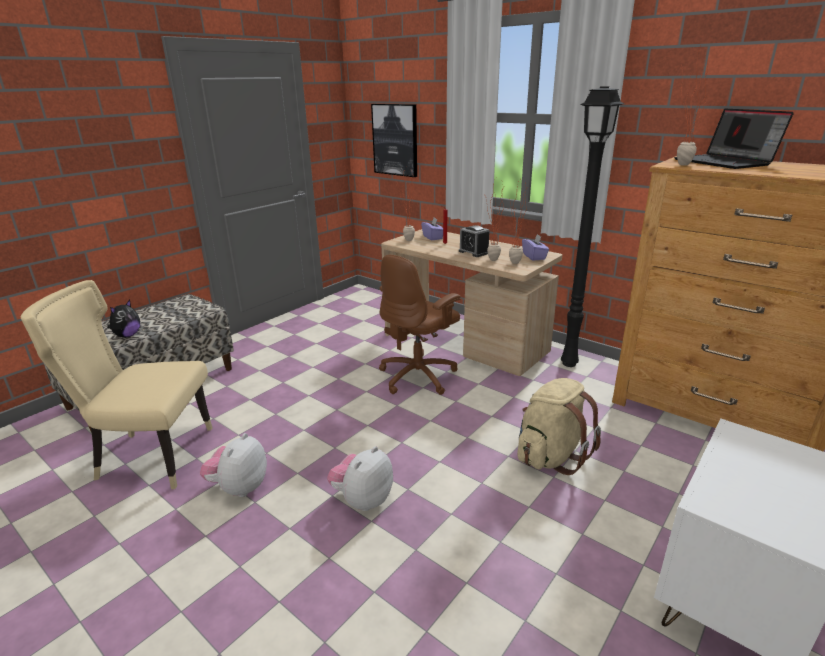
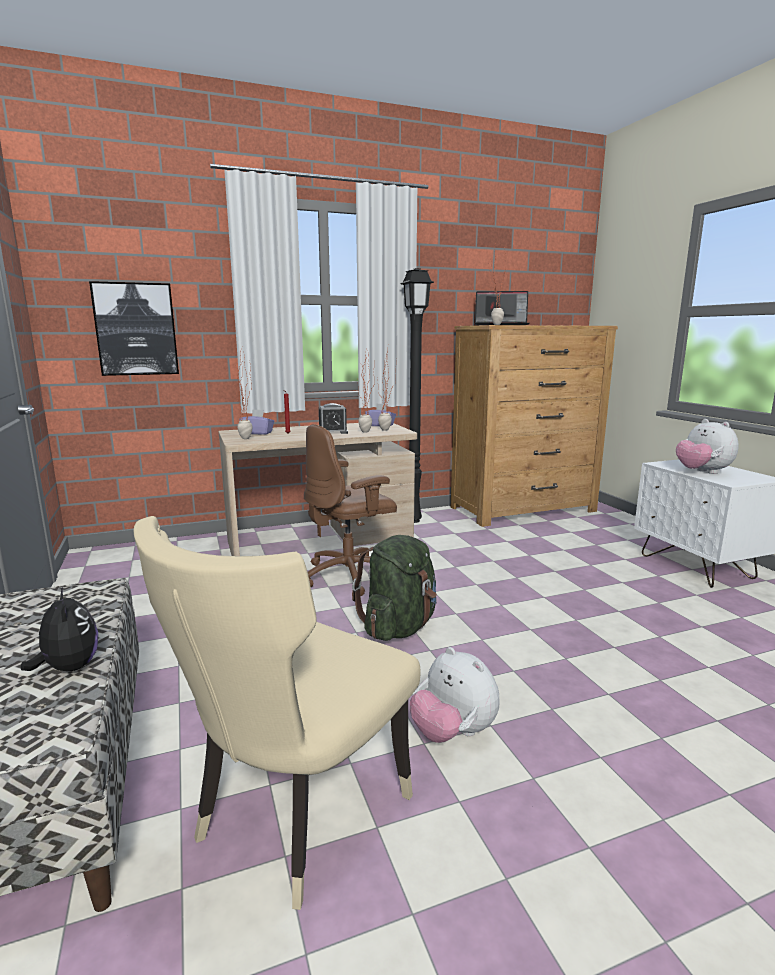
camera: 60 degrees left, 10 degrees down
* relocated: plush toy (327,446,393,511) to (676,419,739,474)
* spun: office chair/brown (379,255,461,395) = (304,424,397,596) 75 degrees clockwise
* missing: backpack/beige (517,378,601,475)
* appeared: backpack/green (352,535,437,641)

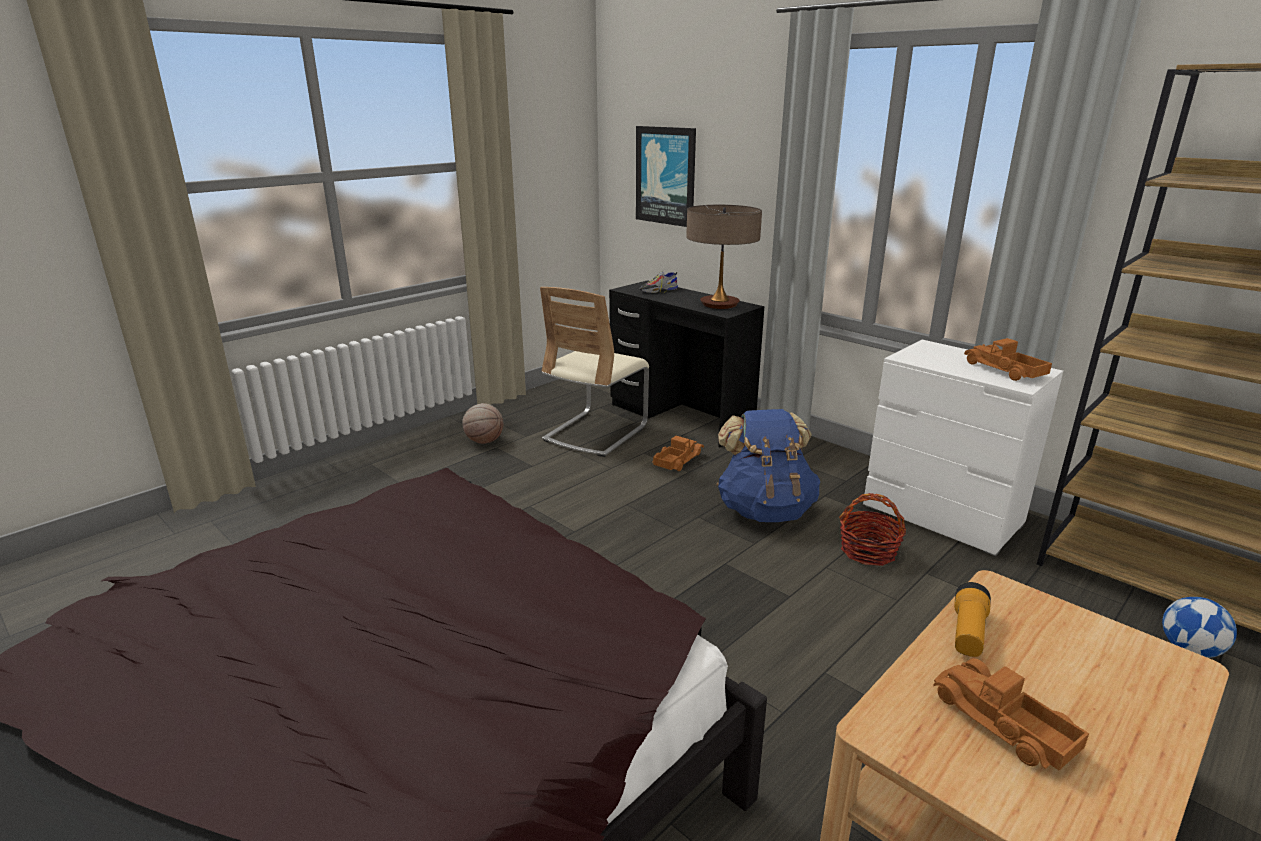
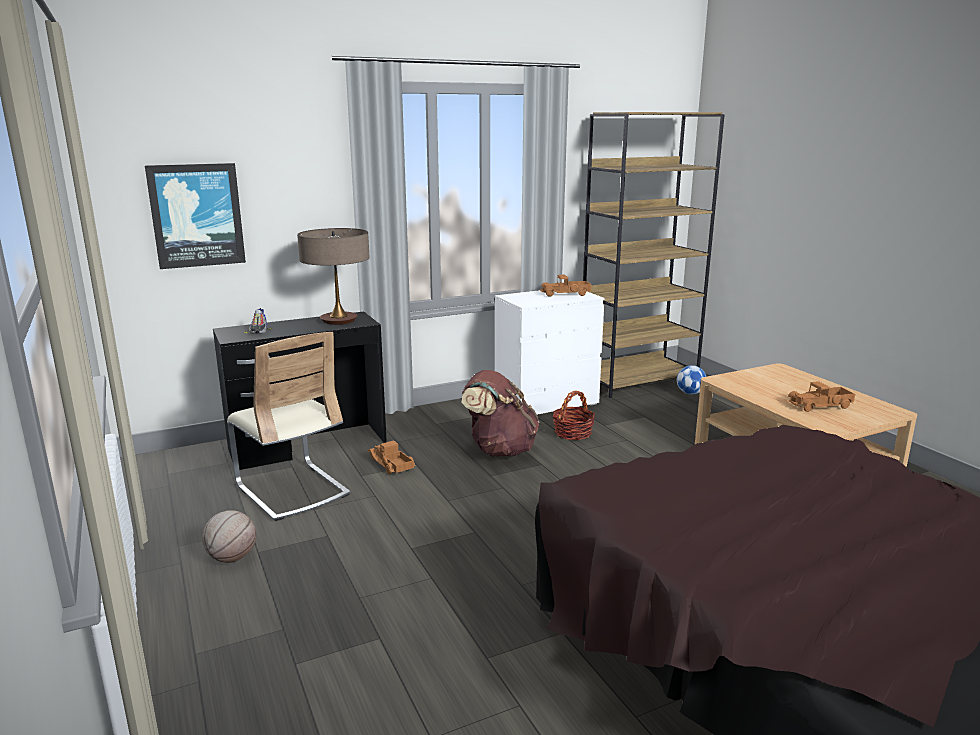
camera: 70 degrees left, 5 degrees down
* colour: backpack/blue (717,409,820,522) to backpack/brown (461,370,540,457)
* missing: flashlight (954,582,991,657)

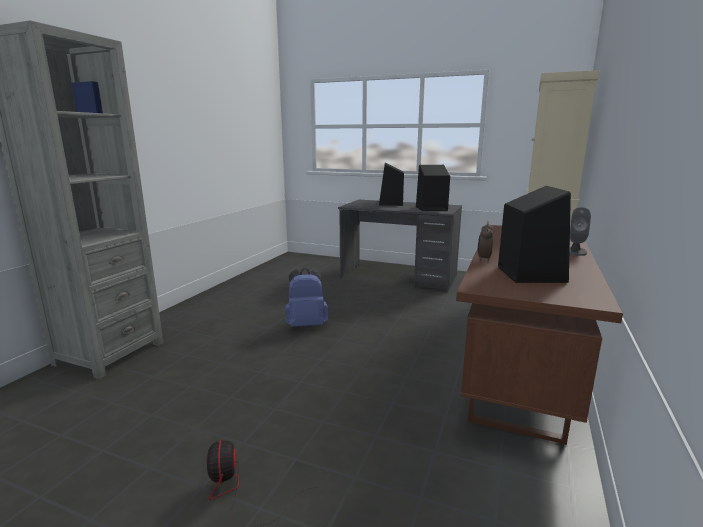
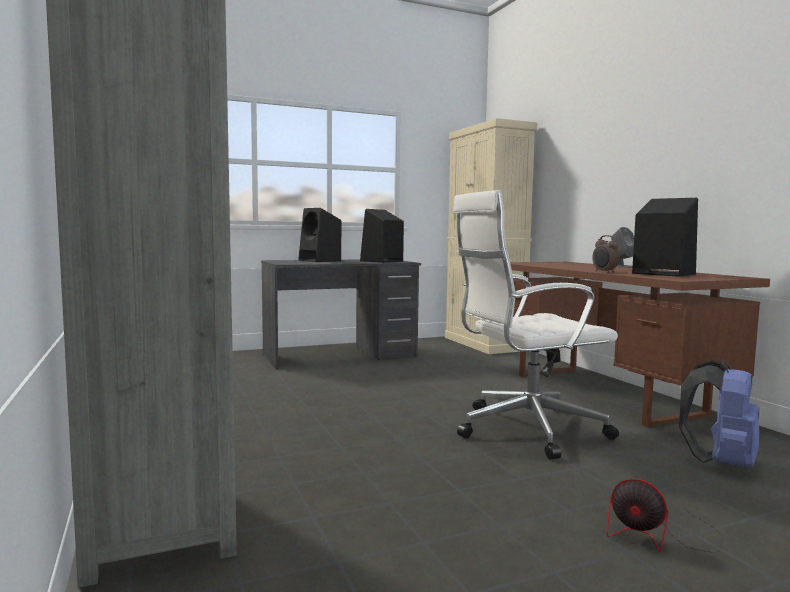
camera: 45 degrees left, 10 degrees down
* relocated: backpack/blue (285,268,328,327) to (679,360,760,469)
* appeared: office chair/white (452,190,619,460)

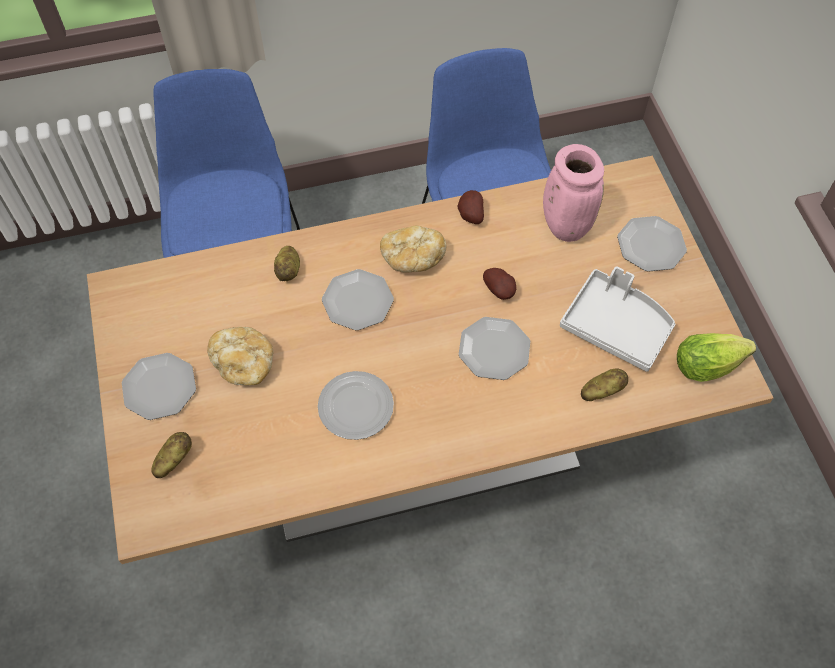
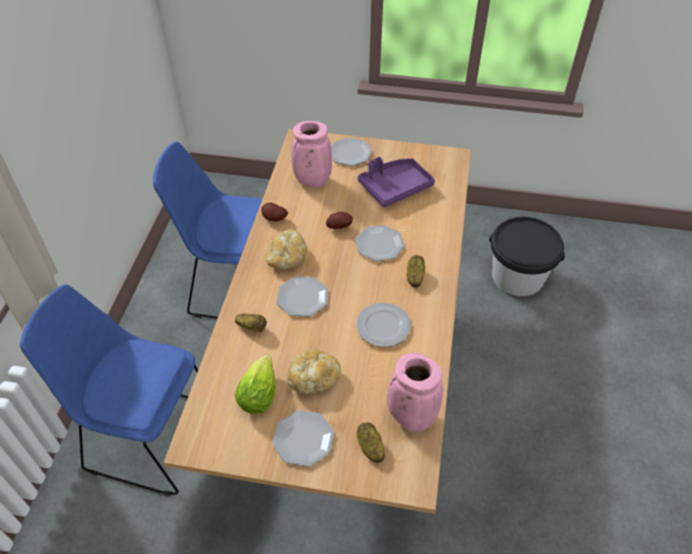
camera: 65 degrees left, 10 degrees down
* colour: tray/grey (560,267,675,372) to tray/purple (358,157,435,207)
* relocated: potato (581,369,628,401) to (407,255,425,288)
* relocated: lettuce (677,333,756,382) to (235,355,276,414)
* appeared: vase/pink (387,353,443,432)
* appeared: bucket/black (489,217,565,296)

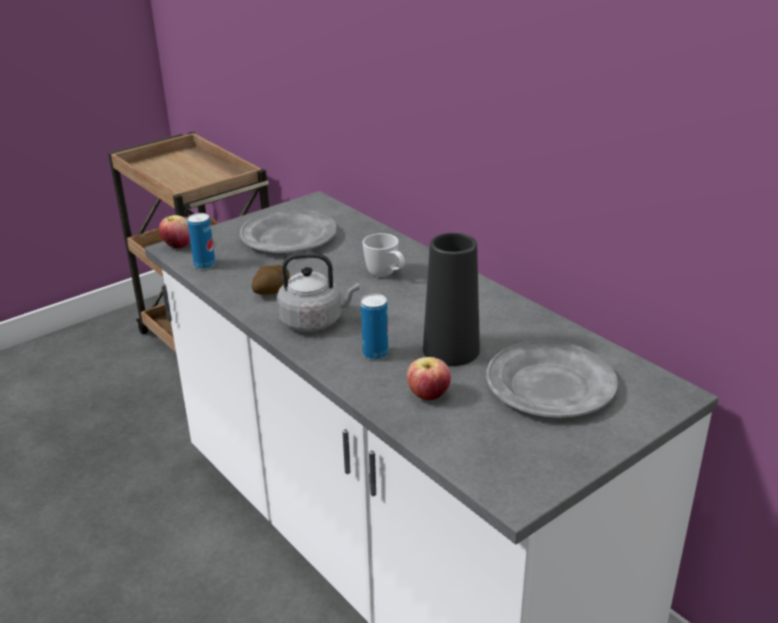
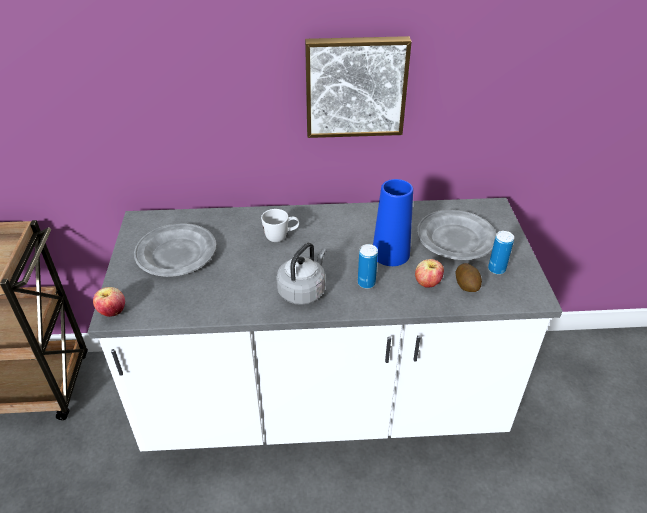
camera: 55 degrees left, 10 degrees up
* relocated: can (187,213,216,269) to (488,231,514,274)
* relocated: potato (252,265,290,295) to (456,263,482,292)
* colour: vase/black (423,233,480,366) to vase/blue (373,179,413,266)
* appeared: picture (305,36,412,138)

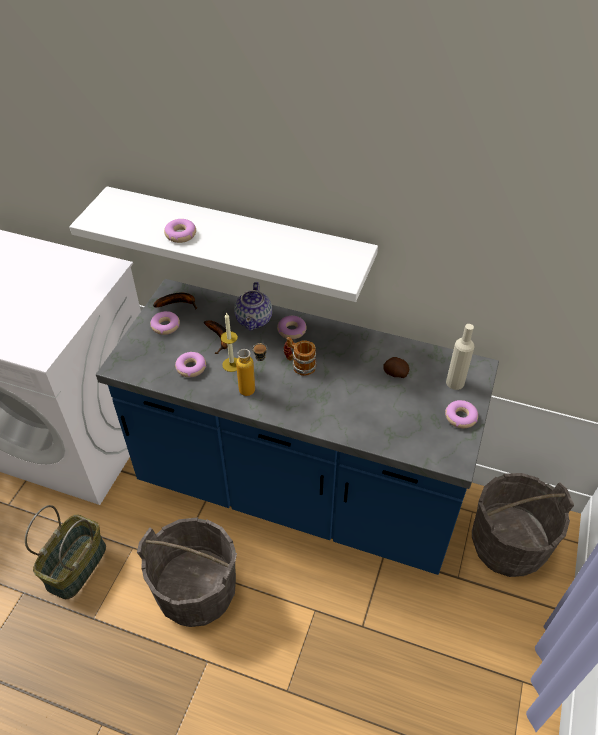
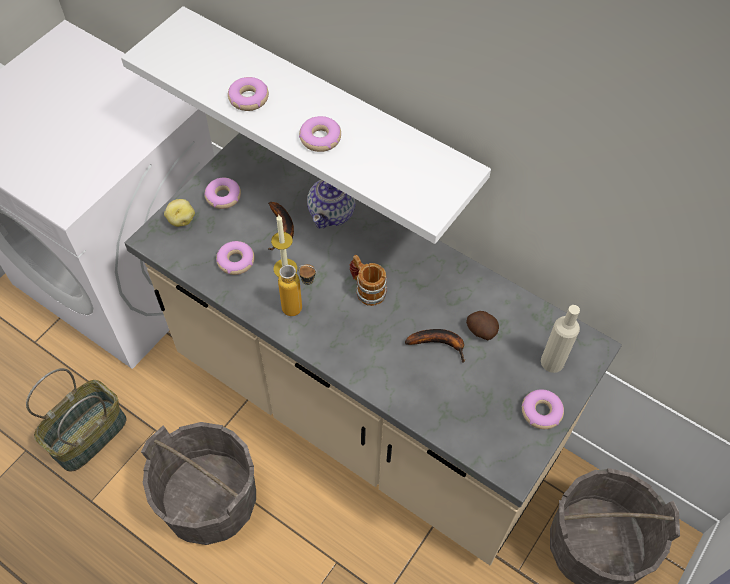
camera: 15 degrees right, 10 degrees up
* colour: counter/blue (96,279,499,575) to counter/beige (125,133,622,565)
* relocated: banana (153,293,197,310) to (405,329,465,362)
* relocated: donut (277,316,307,339) to (299,116,341,152)
* appeared: potato (164,199,195,227)

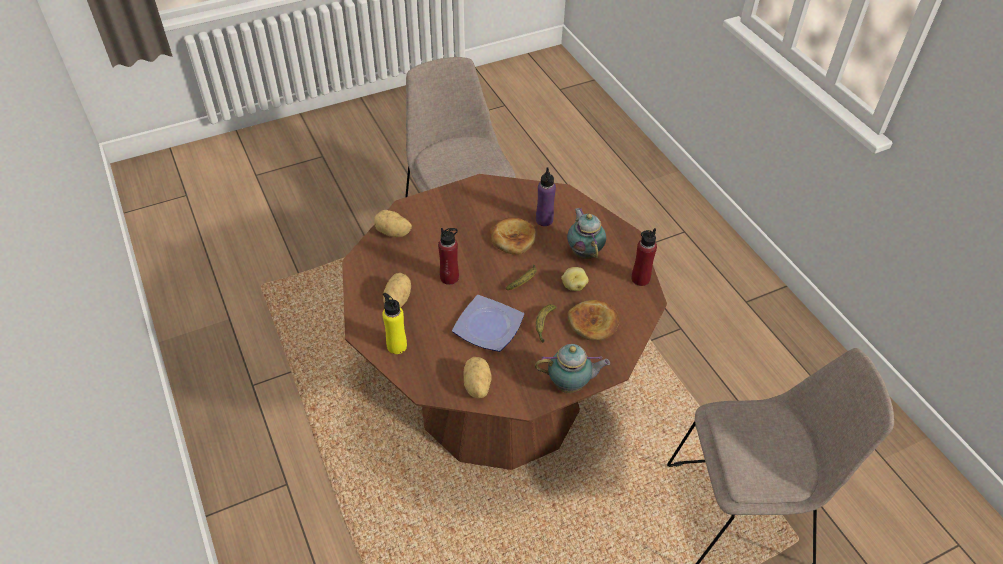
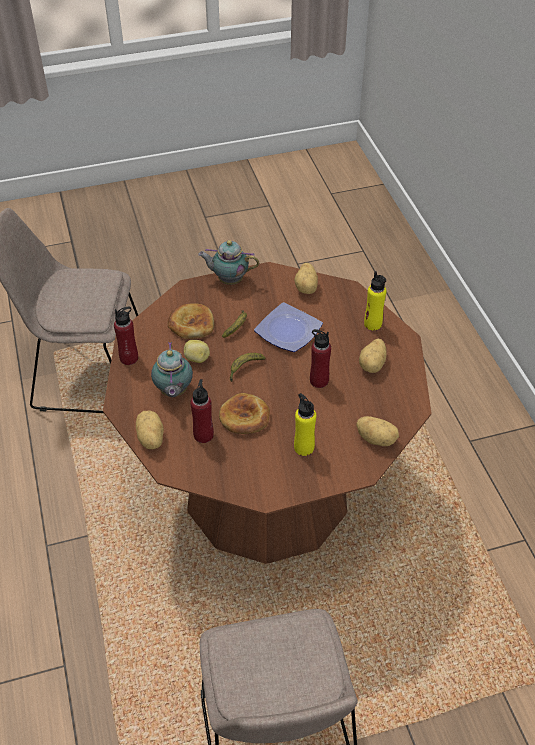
camera: 170 degrees left, 0 degrees up
* colour: bottle/purple (536,167,556,226) to bottle/red (190,379,214,443)
* appeared: potato (136,411,164,449)
* appeared: bottle/yellow (294,393,316,456)

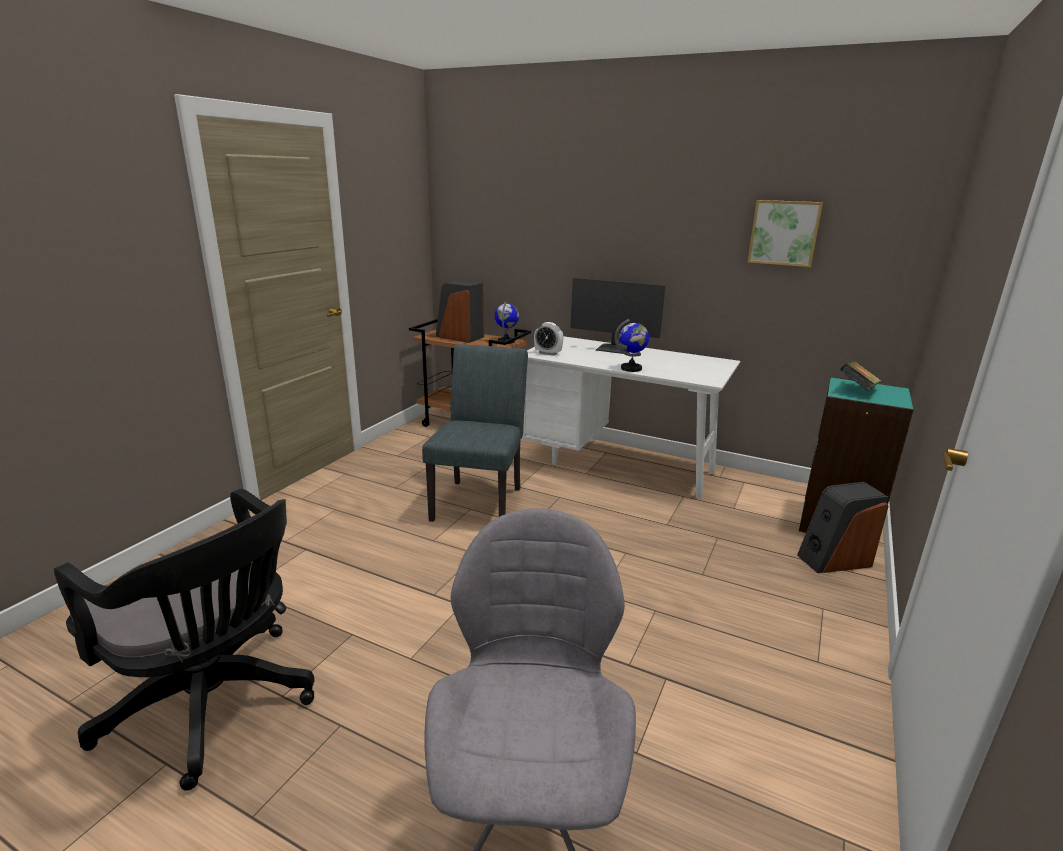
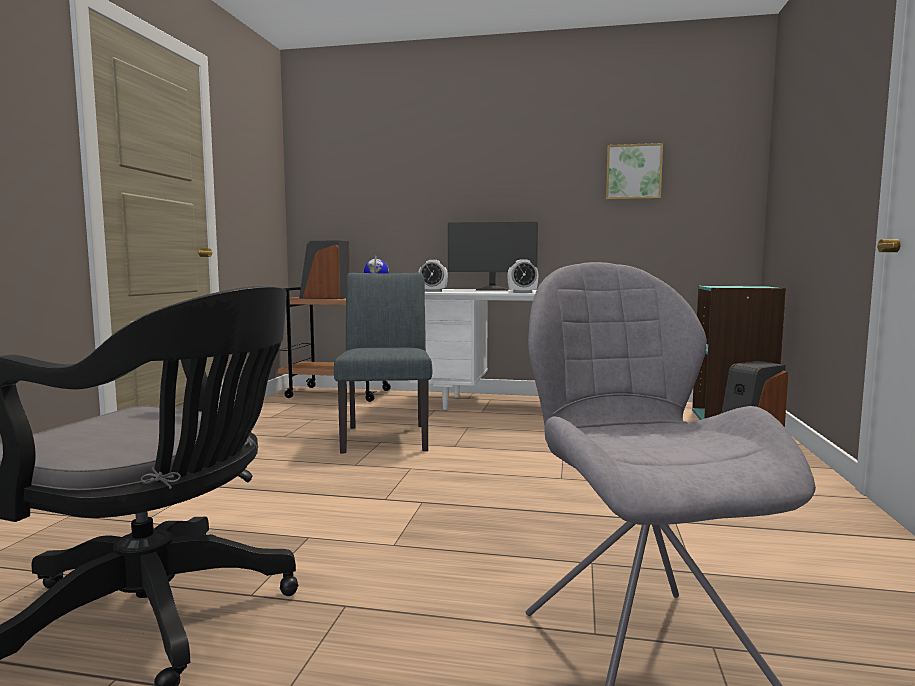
camera: 15 degrees left, 15 degrees down
* exchanged: globe (614,319,649,372) to alarm clock (507,259,538,293)
* missing: book (840,361,881,391)

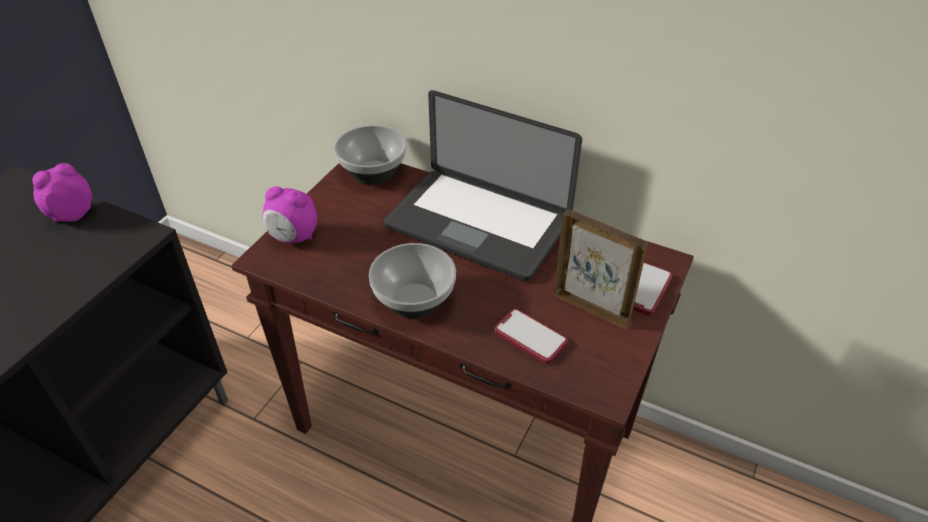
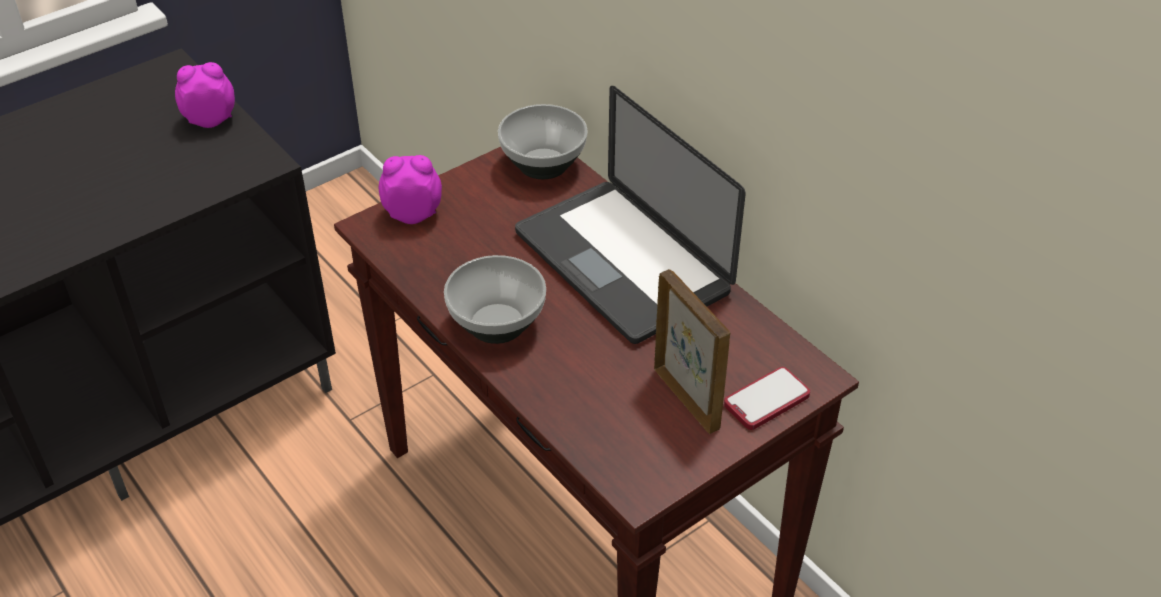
camera: 25 degrees right, 0 degrees up
* spun: alarm clock (263,186,317,244) = (379,155,442,224) 135 degrees clockwise
* missing: phone (495,309,568,364)

